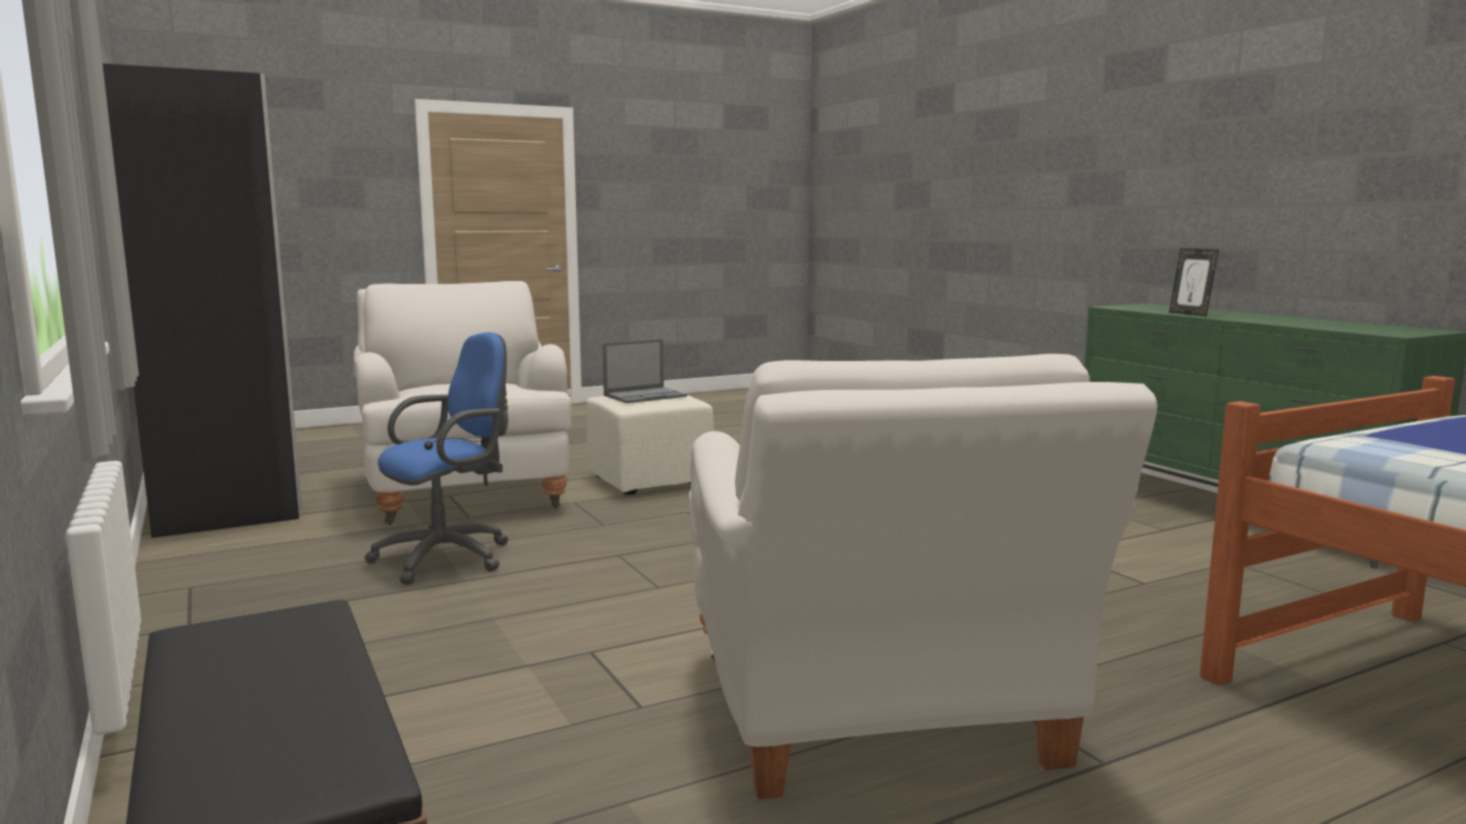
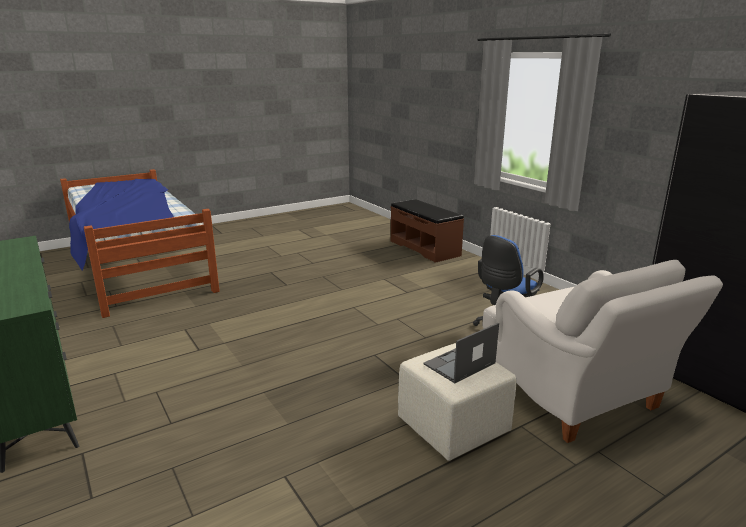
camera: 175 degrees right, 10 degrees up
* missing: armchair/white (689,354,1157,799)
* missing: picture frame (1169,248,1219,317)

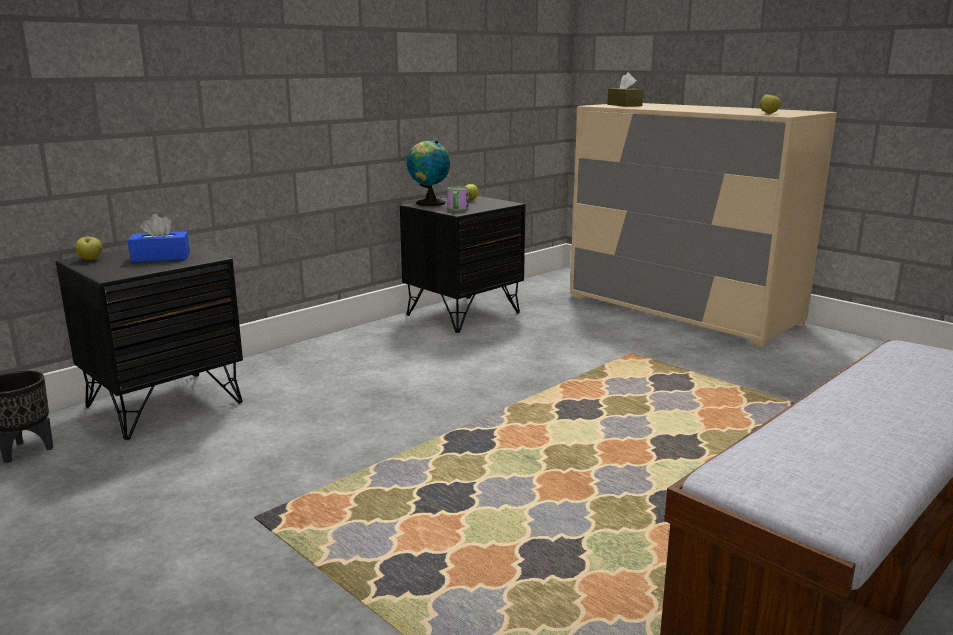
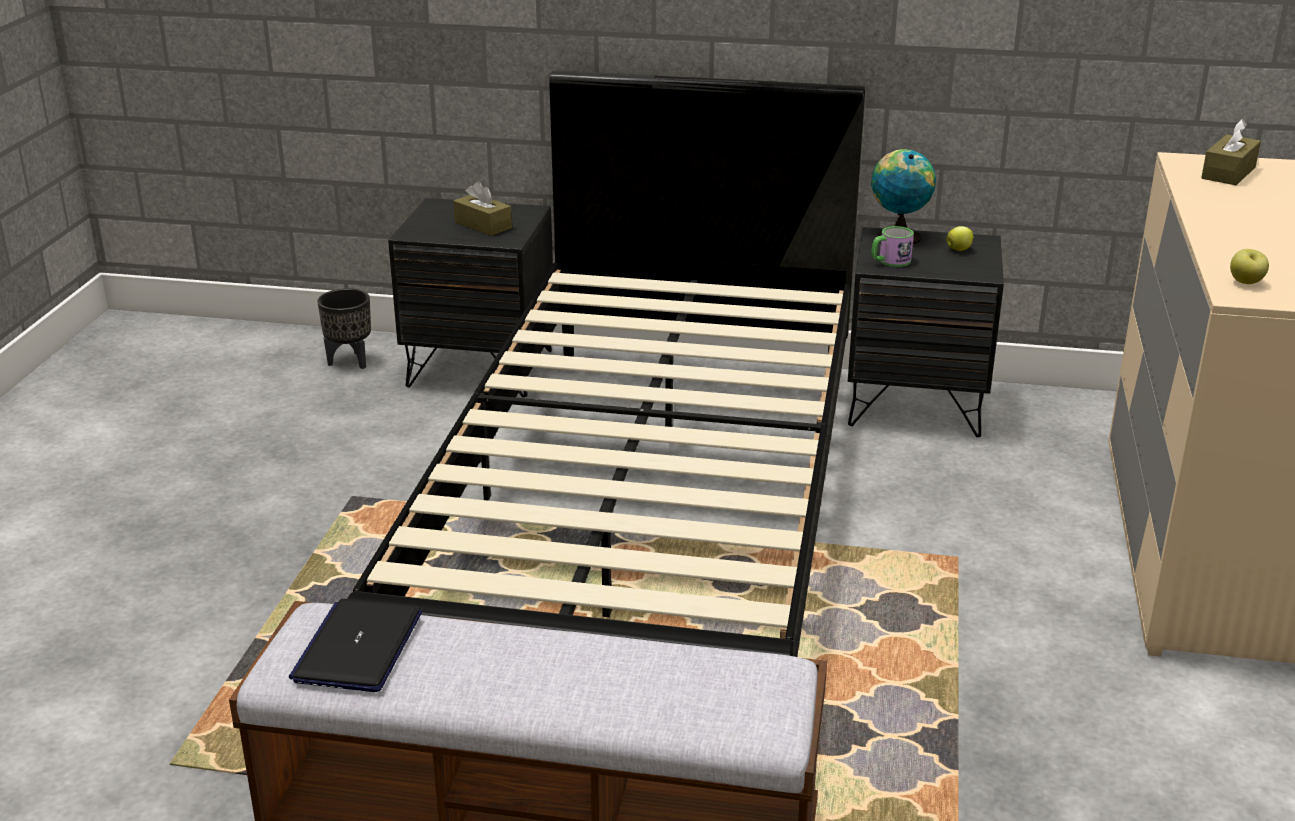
camera: 55 degrees right, 10 degrees up
* missing: apple (75,236,102,260)
* colour: tissue box/blue (128,214,190,262) to tissue box/brown (454,182,512,236)
* appeared: laptop (289,599,422,692)
* appeared: bed/black (347,70,866,657)

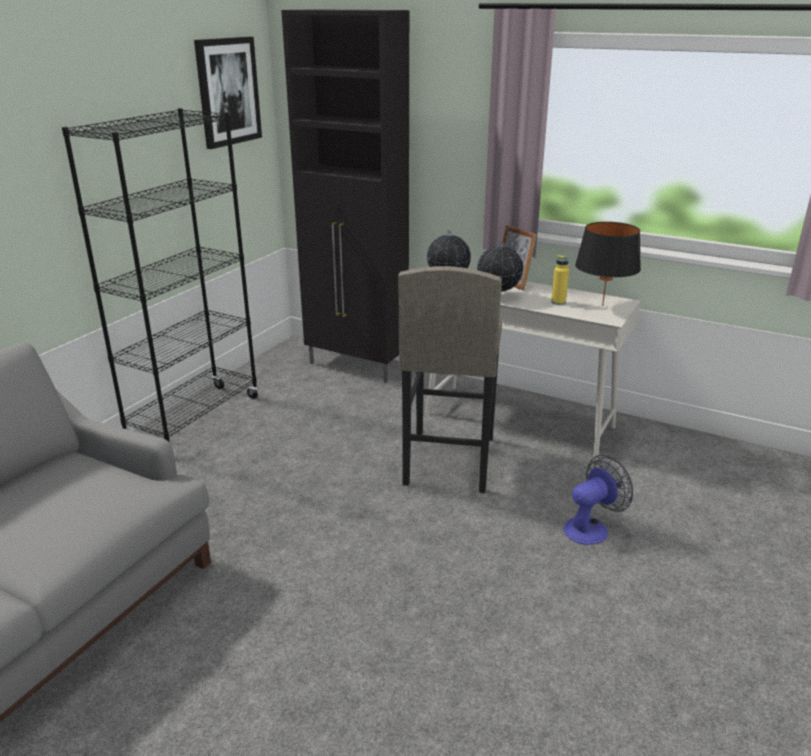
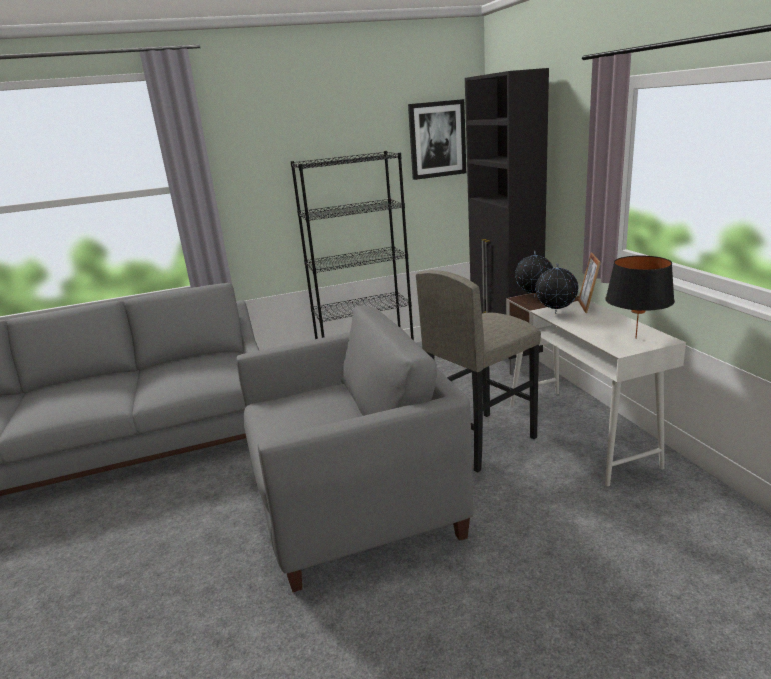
camera: 45 degrees right, 5 degrees down
* missing: bottle/yellow (551,255,569,305)
* missing: fan (563,455,633,545)
* appeared: armchair/grey (236,306,473,592)

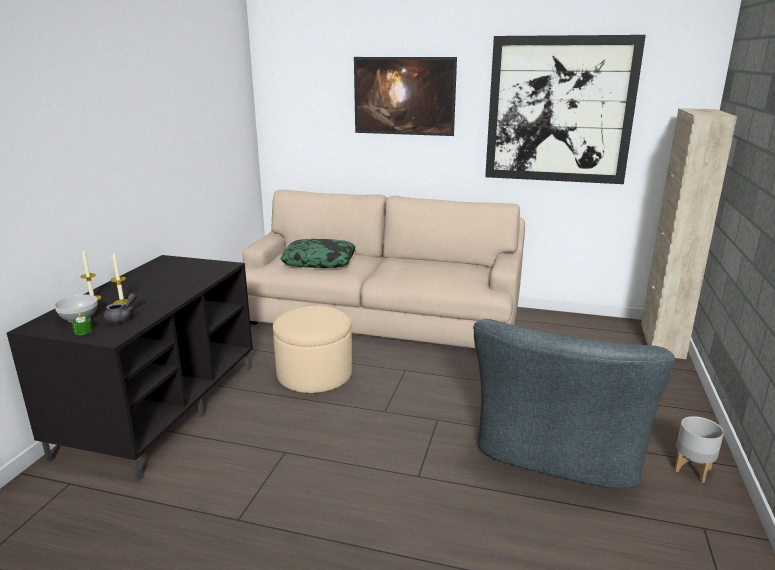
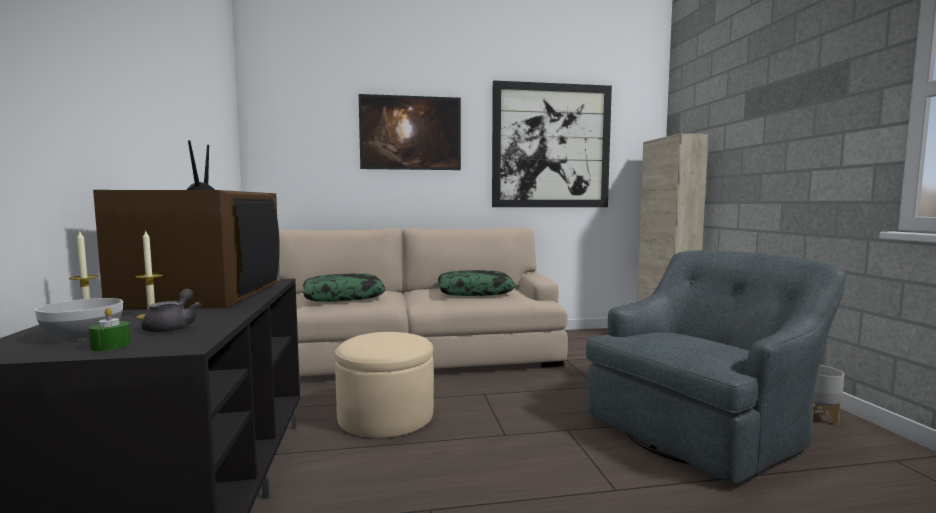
camera: 25 degrees left, 15 degrees down
* spun: armchair/grey (473,319,675,489) = (586,250,847,485) 120 degrees counterclockwise
* appeared: television (93,140,280,310)
* appeared: pillow (438,270,515,296)

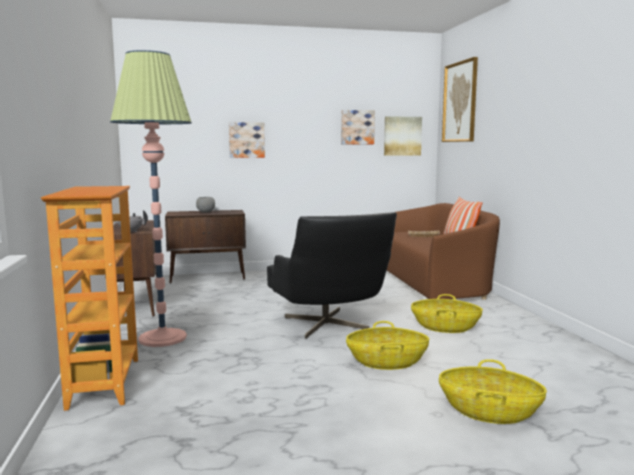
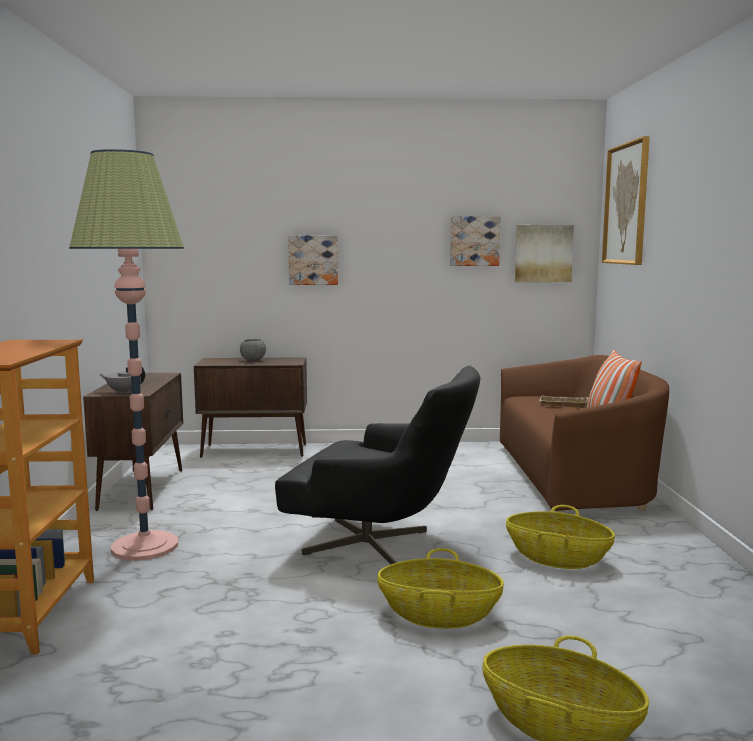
camera: 10 degrees right, 0 degrees up
* spun: armchair/black (267,212,397,339) = (275,366,481,564) 60 degrees counterclockwise

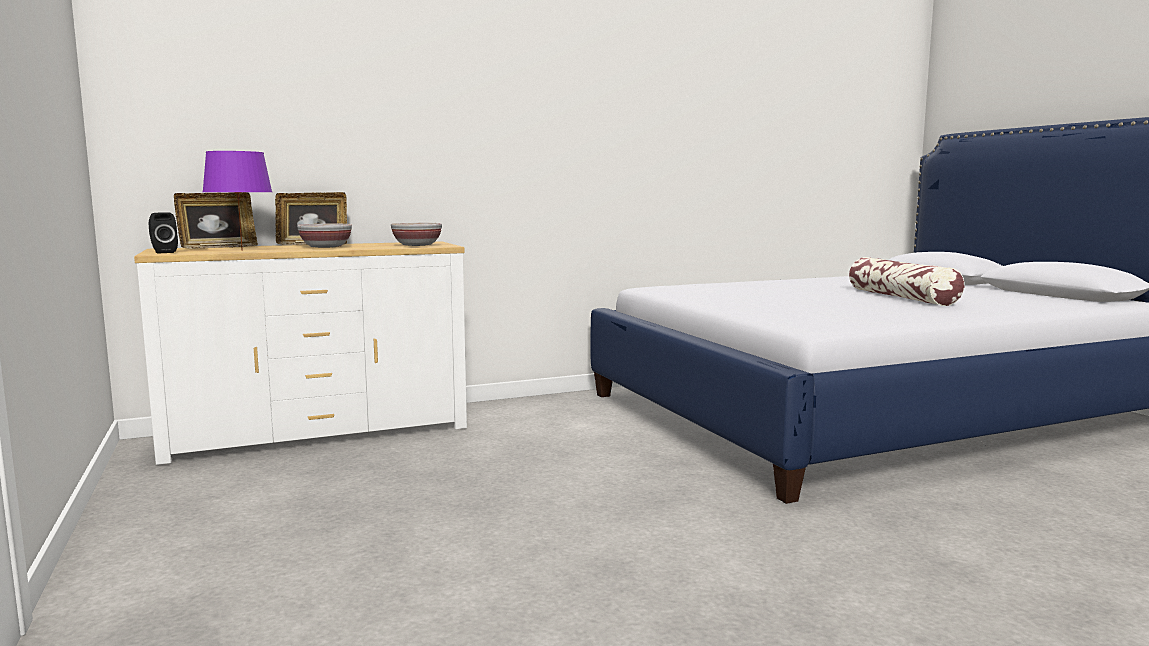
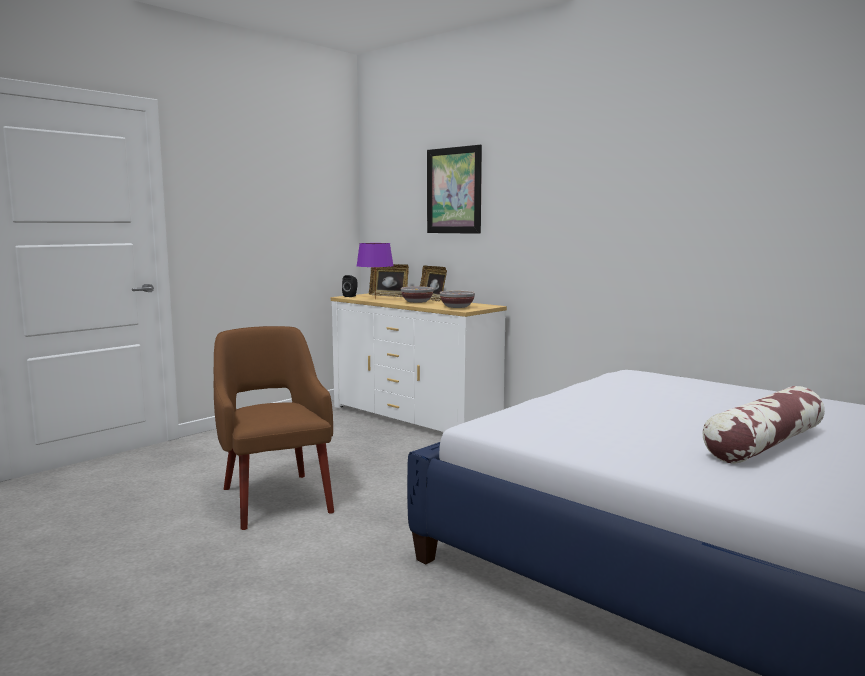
camera: 65 degrees right, 0 degrees up
* appeared: armchair/brown (214,326,334,530)
* appeared: picture (427,145,482,234)

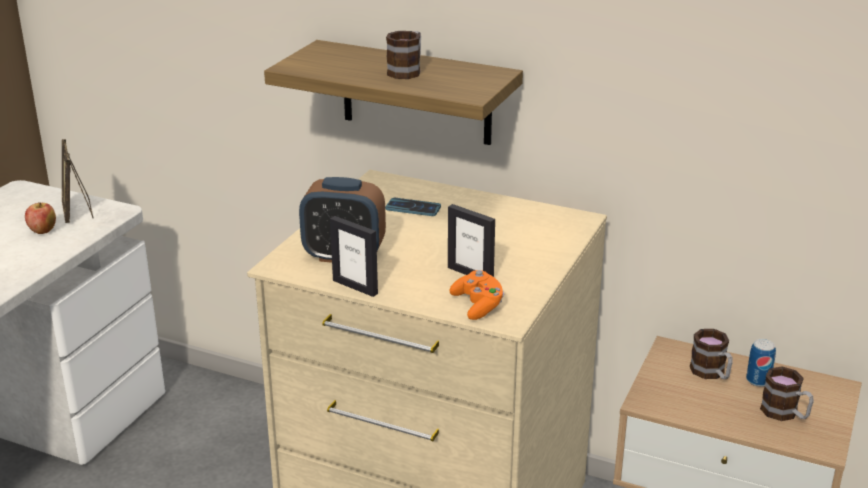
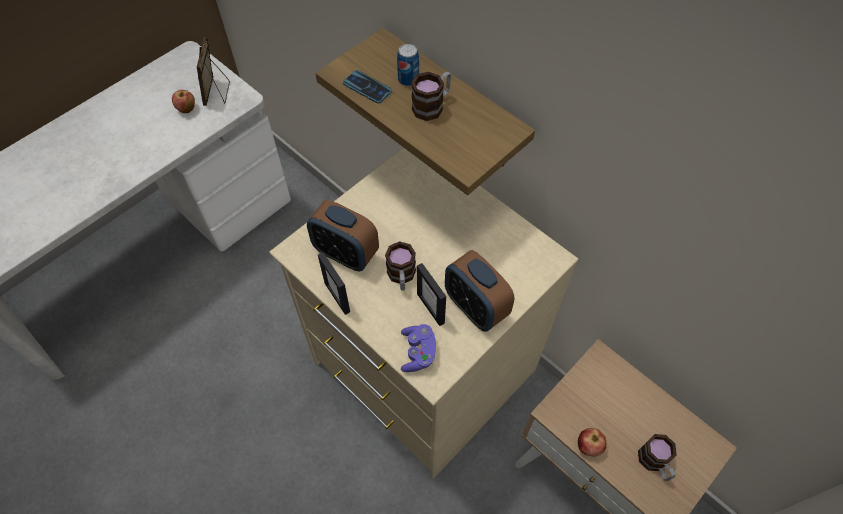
camera: 20 degrees right, 30 degrees up
* relocated: phone (385,198,441,216) to (343,70,392,104)
* colour: game controller/orange (450,270,504,320) to game controller/purple (401,324,436,372)
* relocated: mug (690,329,733,379) to (385,241,416,291)
* relocated: can (746,339,776,387) to (397,44,419,87)
* appeared: alarm clock (445,250,515,332)
* appeared: apple (578,428,607,457)

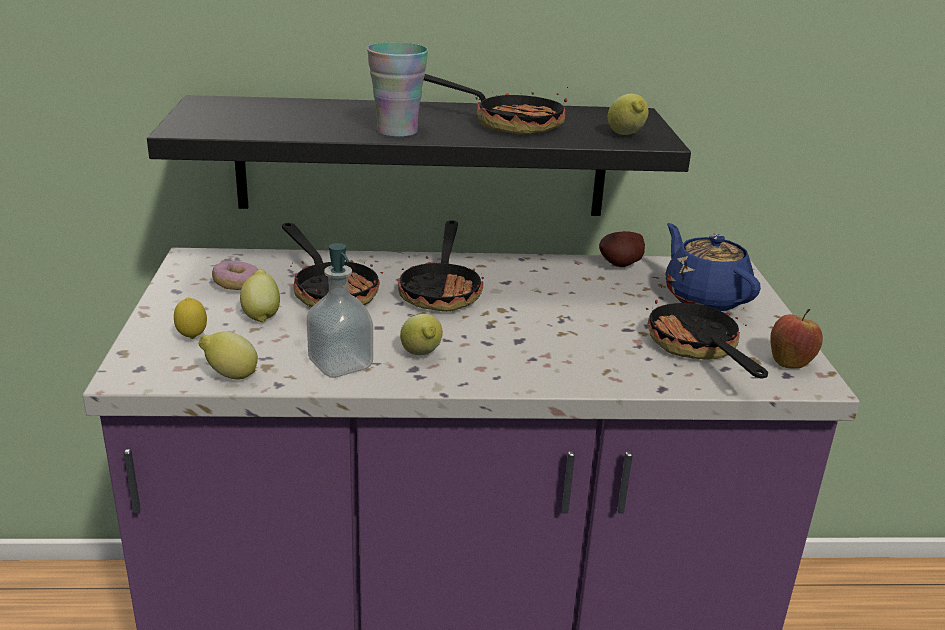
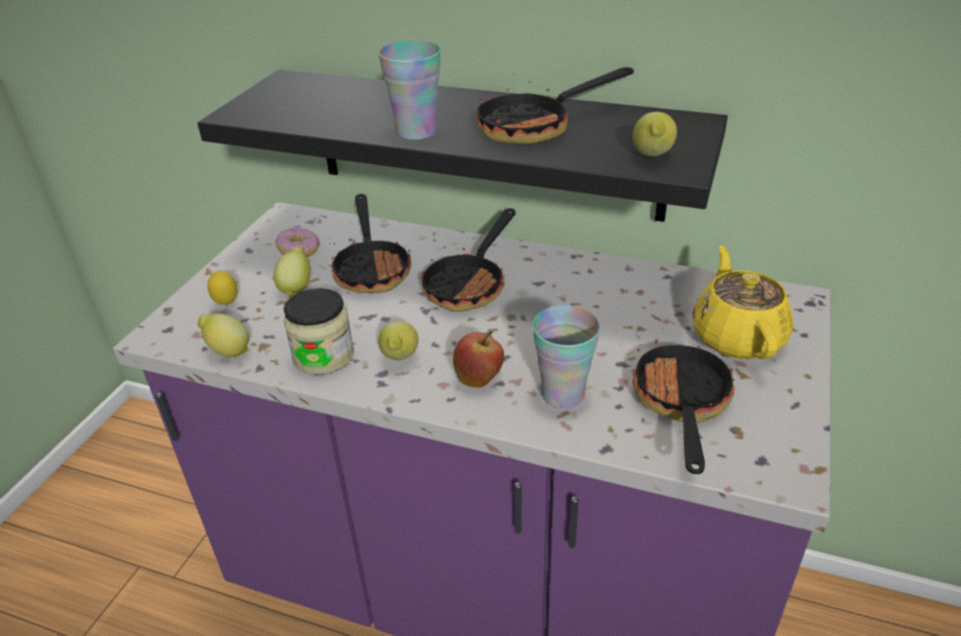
camera: 25 degrees right, 10 degrees up
* exchanged: soap dispenser (307,243,373,378) to jar (284,288,354,375)
* spun: frying pan (424,74,568,134) = (477,67,634,144) 105 degrees clockwise
* missing: potato (599,231,645,267)
* colour: teapot/blue (665,223,761,311) to teapot/yellow (692,245,794,359)
* relocated: apple (770,309,823,368) to (453,331,504,388)
* appeared: cup (533,305,600,408)

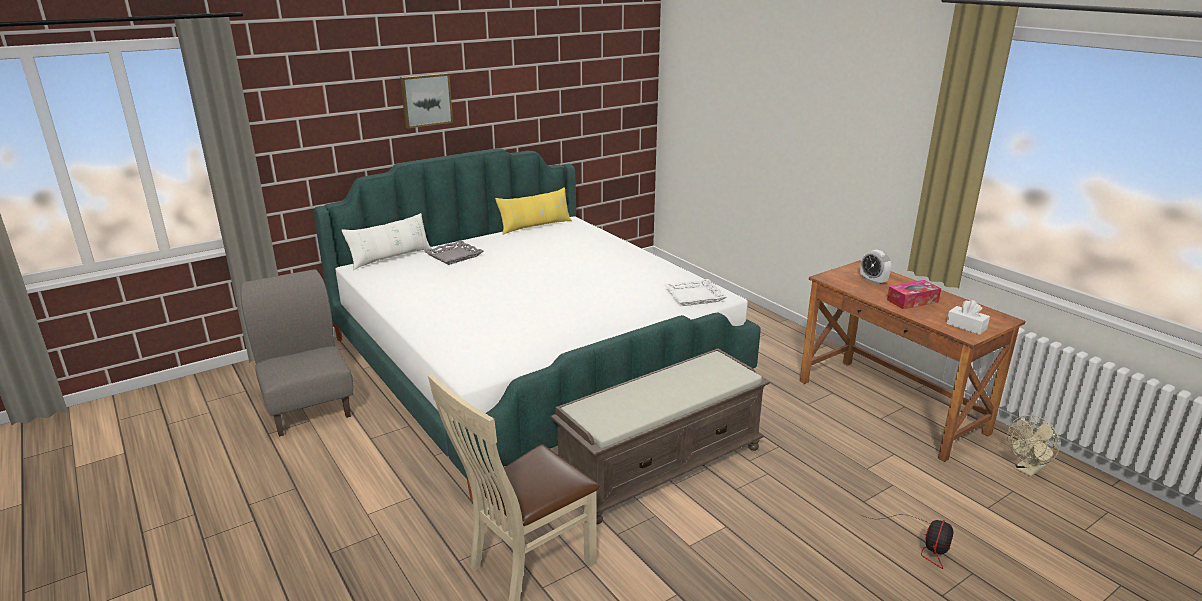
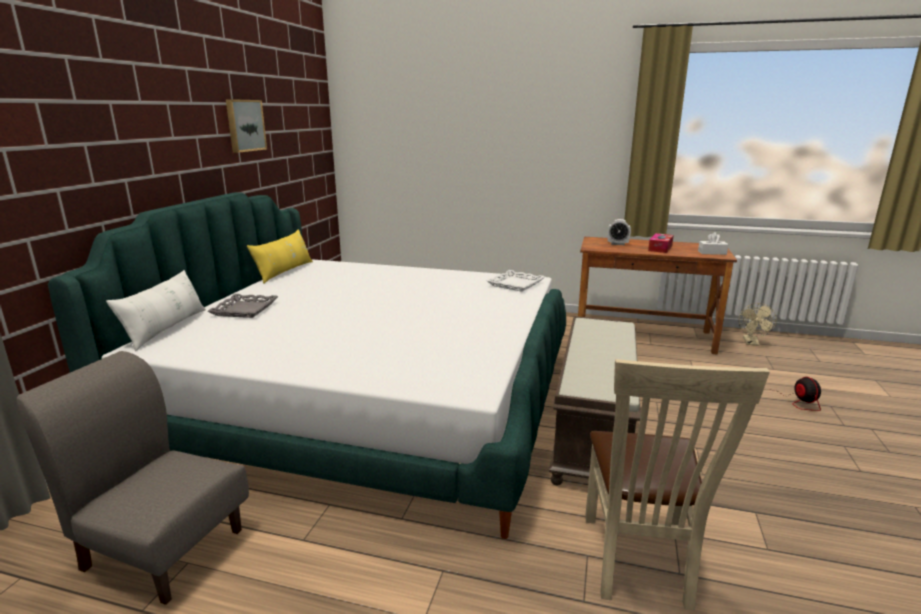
camera: 40 degrees left, 5 degrees down
* relocated: picture (400,73,453,128) to (226,99,267,153)

